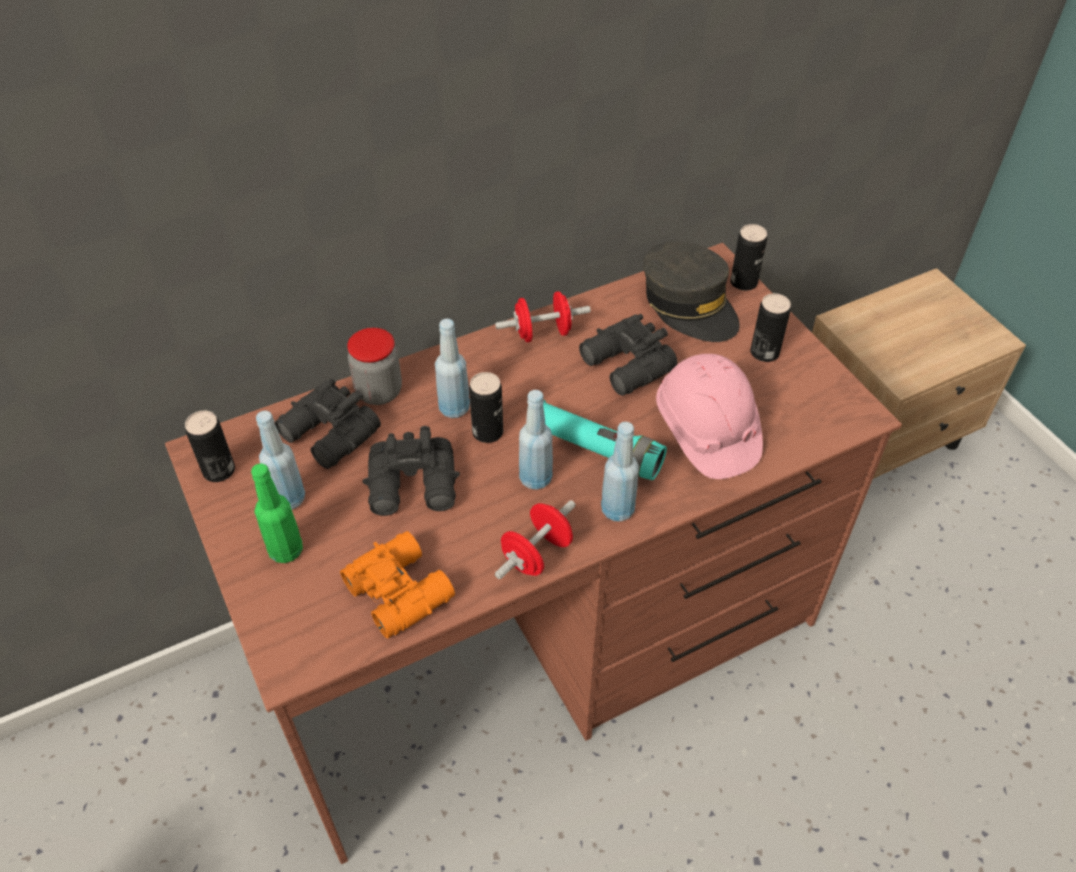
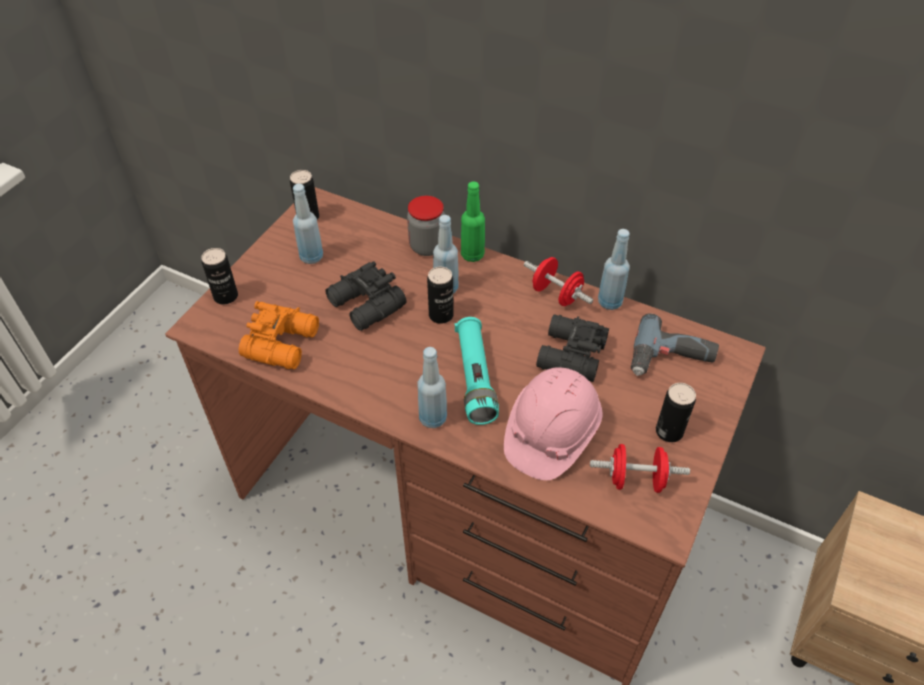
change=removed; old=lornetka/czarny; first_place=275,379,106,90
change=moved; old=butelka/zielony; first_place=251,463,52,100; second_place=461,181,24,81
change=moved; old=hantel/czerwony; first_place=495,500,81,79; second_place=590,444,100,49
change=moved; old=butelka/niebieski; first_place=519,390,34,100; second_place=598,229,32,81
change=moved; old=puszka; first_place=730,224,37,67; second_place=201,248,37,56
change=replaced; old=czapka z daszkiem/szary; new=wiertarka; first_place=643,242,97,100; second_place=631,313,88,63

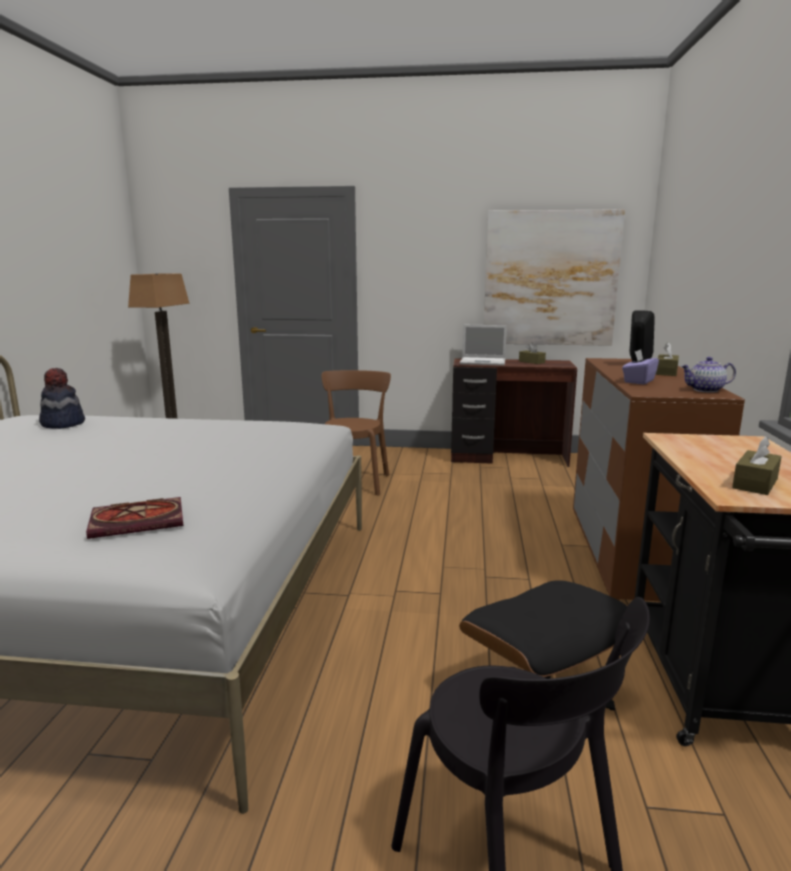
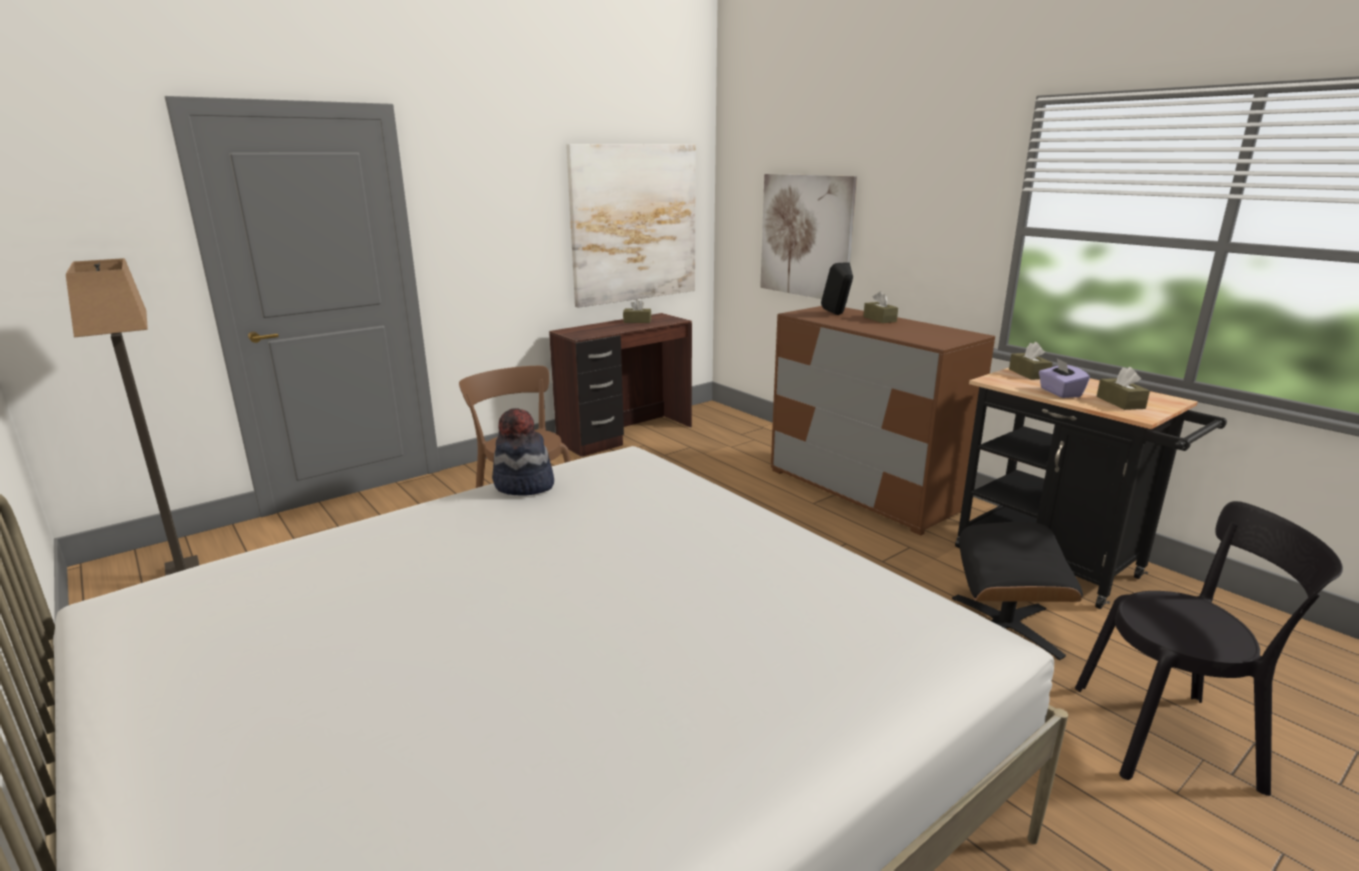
change=removed; old=książka; first_place=86,497,97,42
change=removed; old=laptop; first_place=460,325,47,41
change=removed; old=imbryk; first_place=681,357,55,36
change=added; new=obraz; second_place=760,174,97,129
change=added; new=pudełko chusteczek/brązowy; second_place=1009,342,43,38
change=moved; old=kapelusz; first_place=39,368,46,61; second_place=492,408,62,88
change=moved; old=pudełko chusteczek/fioletowy; first_place=622,349,37,36; second_place=1039,358,51,40

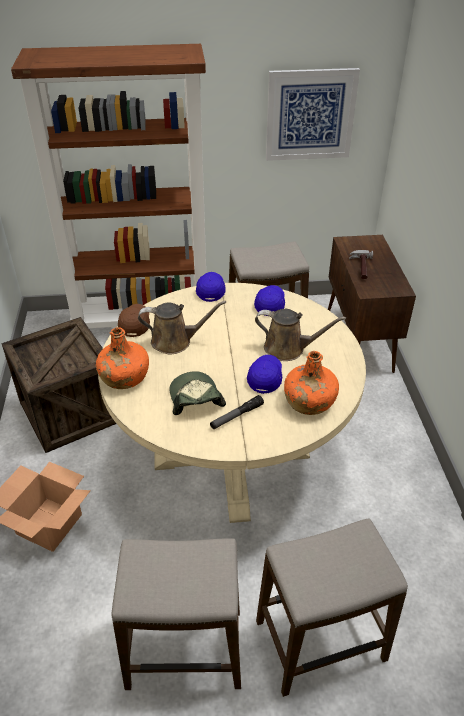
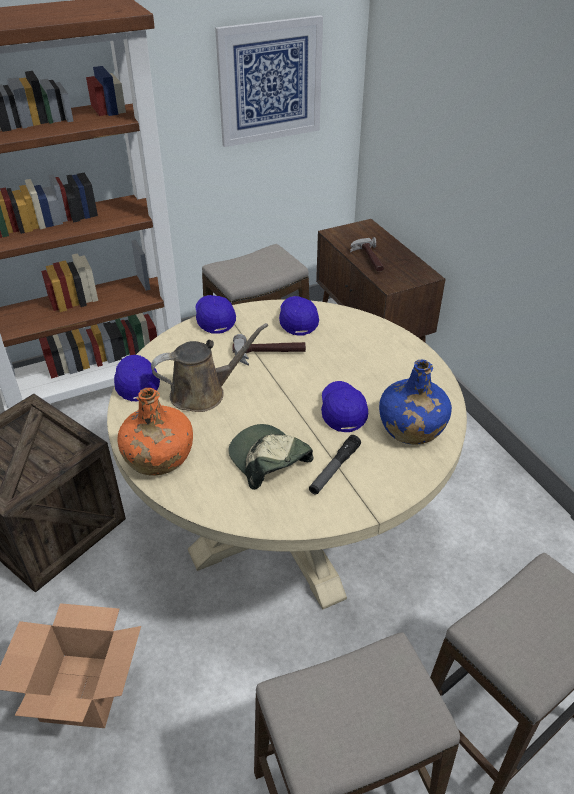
change=removed; old=konewka/brązowy; first_place=255,309,91,52
change=added; new=młotek; second_place=232,334,74,32
change=recoloured; old=czapka z daszkiem/brązowy; new=czapka z daszkiem/niebieski; first_place=118,304,32,33; second_place=114,355,46,47
change=recoloured; old=butelka/pomarańczowy; new=butelka/niebieski; first_place=284,351,55,64; second_place=379,360,73,85

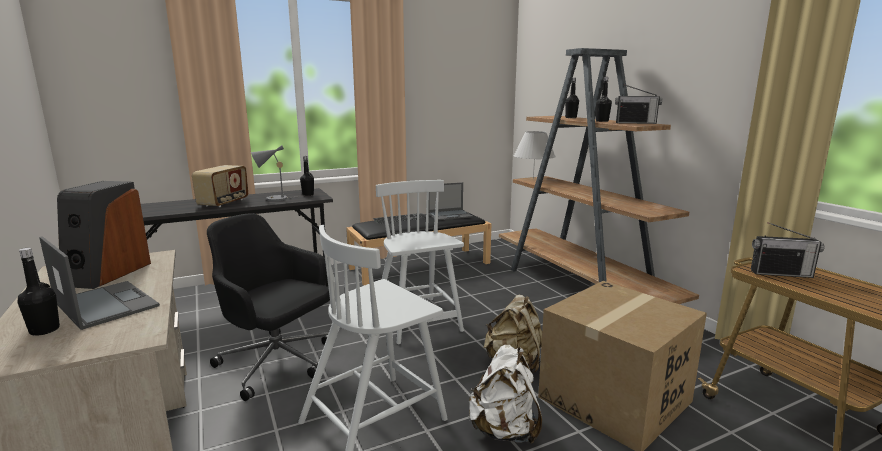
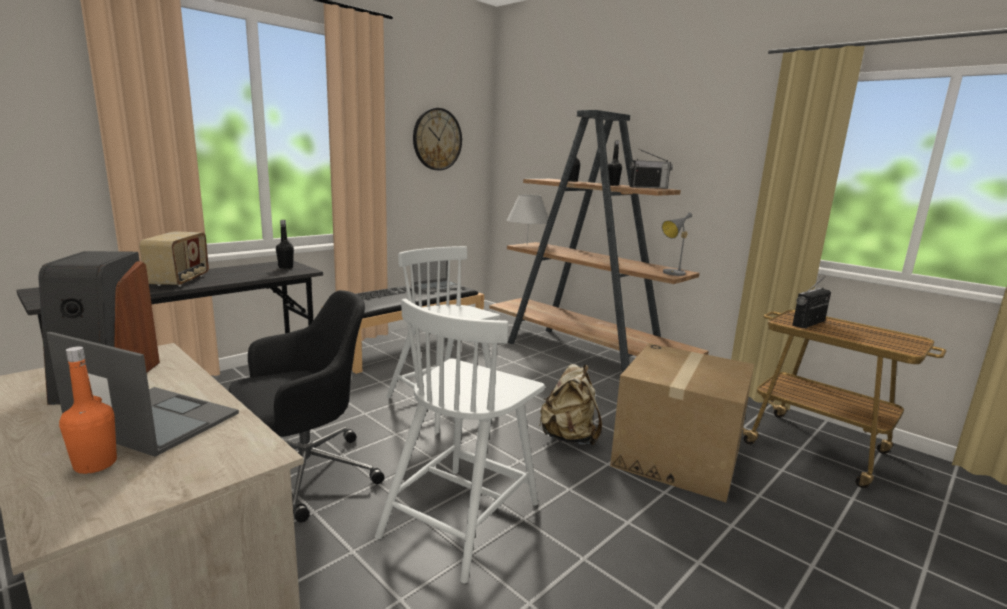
change=removed; old=plecak/biały; first_place=468,344,74,100
change=added; new=zegar ścienny; second_place=413,108,49,62
change=moved; old=lampa stołowa/szary; first_place=251,145,41,56; second_place=662,213,30,63
change=recoloured; old=butelka/czarny; new=butelka/pomarańczowy; first_place=18,248,42,88; second_place=59,346,58,128
change=turned; old=krzesło biurowe/czarny; first_place=207,213,123,188; second_place=229,290,155,233; degrees=135
change=turned; old=radio; first_place=751,222,73,56; second_place=792,276,39,52; degrees=150

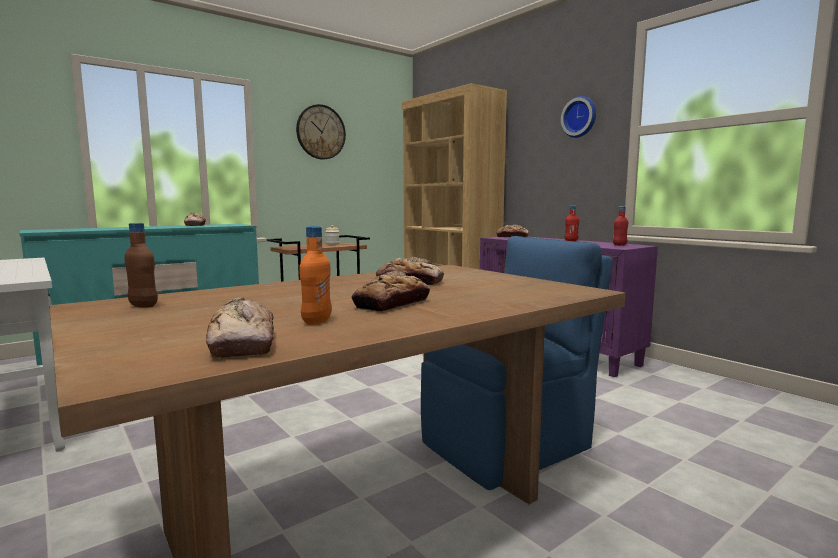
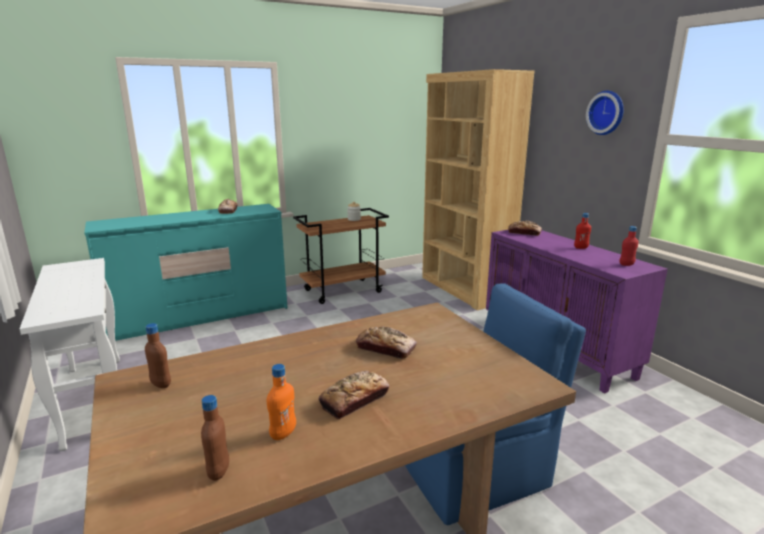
change=removed; old=zegar ścienny; first_place=296,104,50,55
change=replaced; old=chleb; new=butelka/brązowy; first_place=206,297,68,61; second_place=201,395,28,86

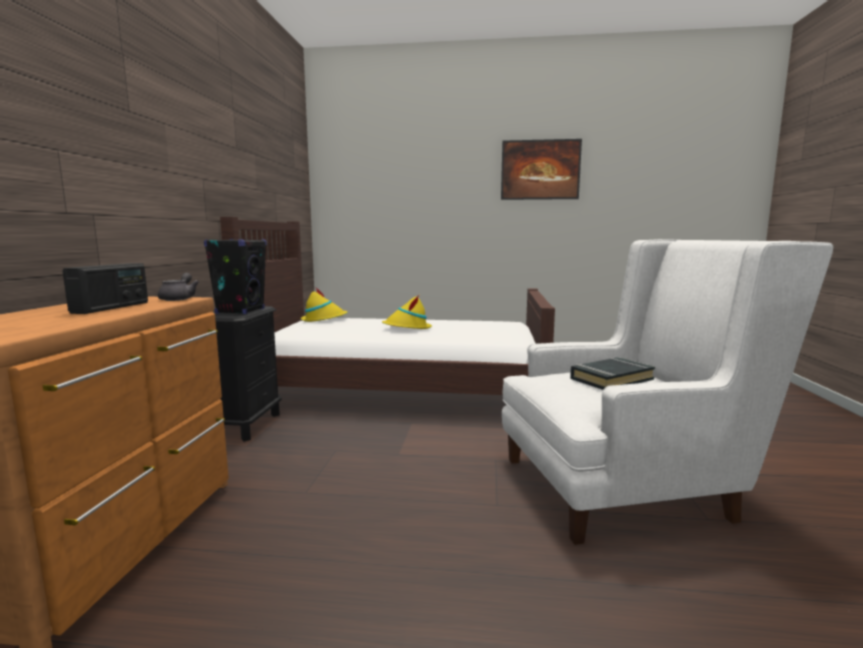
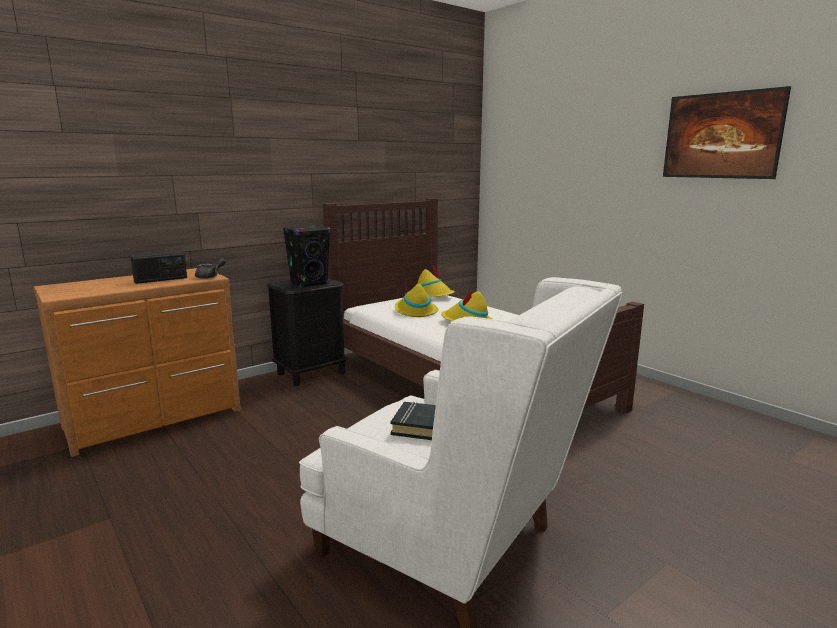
change=added; new=kapelusz/żółty; second_place=395,282,44,35

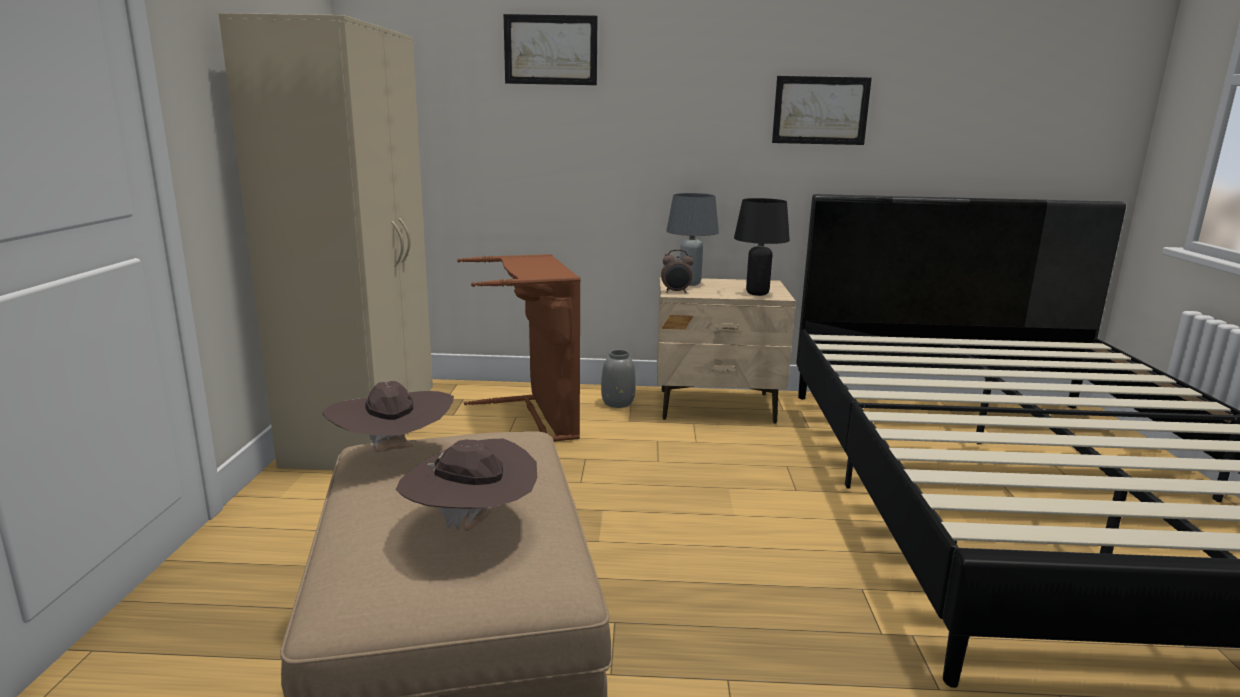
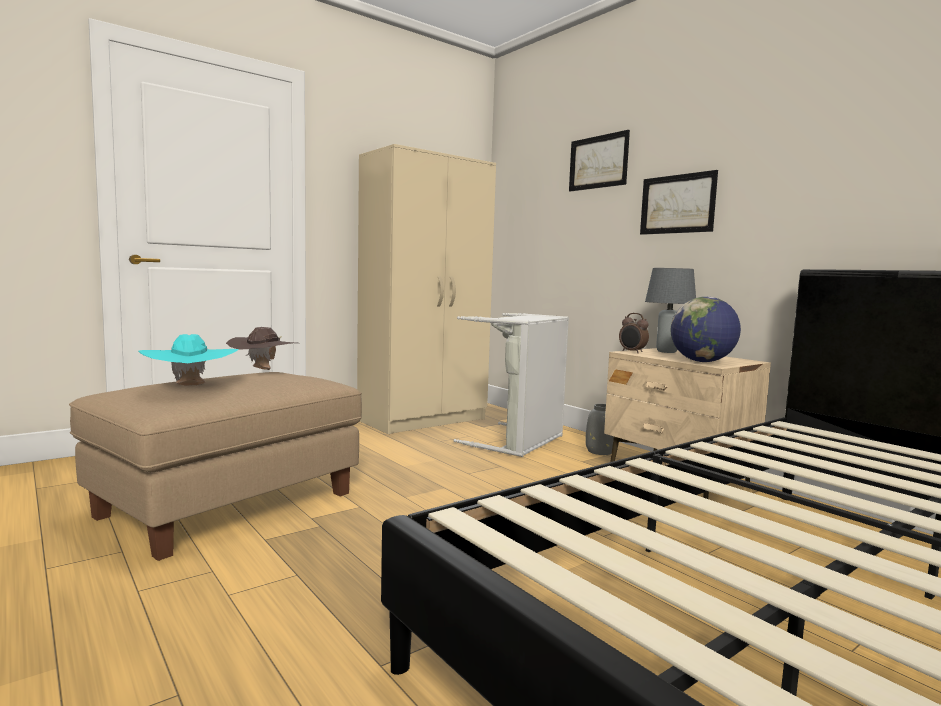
change=moved; old=obraz; first_place=772,76,100,69; second_place=640,170,78,65
change=replaced; old=lampa stołowa/czarny; new=globus; first_place=734,198,56,98; second_place=670,297,71,65
change=recoloured; old=kapelusz/brązowy; new=kapelusz/turkusowy; first_place=395,439,142,92; second_place=138,334,101,52
change=recoloured; old=kosz na pranie/brązowy; new=kosz na pranie/szary; first_place=457,254,124,188; second_place=453,313,116,144

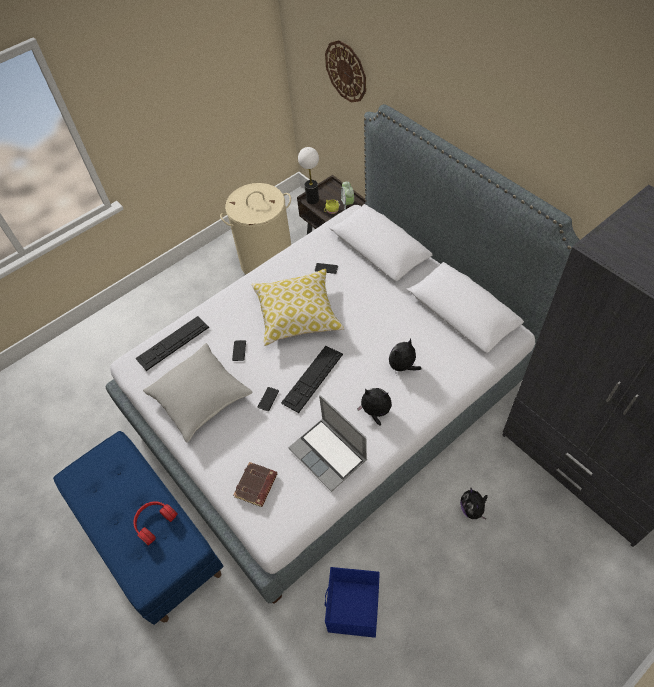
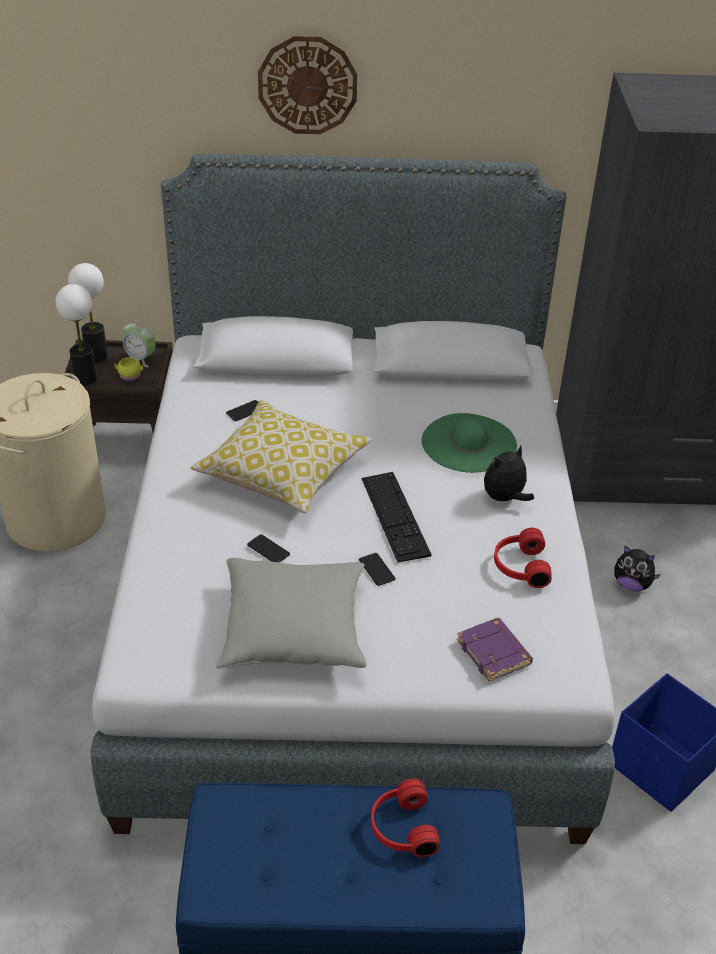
change=removed; old=klawiatura; first_place=135,316,74,55
change=added; new=lampa stołowa; second_place=68,263,40,100
change=moved; old=zegar ścienny; first_place=325,40,41,62; second_place=258,36,99,98
change=replaced; old=laptop; new=słuchawki/czerwony; first_place=288,395,79,97; second_place=494,528,58,60
change=replaced; old=pluszak; new=kapelusz/zielony; first_place=389,338,33,33; second_place=422,413,95,60
change=recoloured; old=książka/brązowy; new=książka/fioletowy; first_place=233,462,44,45; second_place=457,618,76,64

